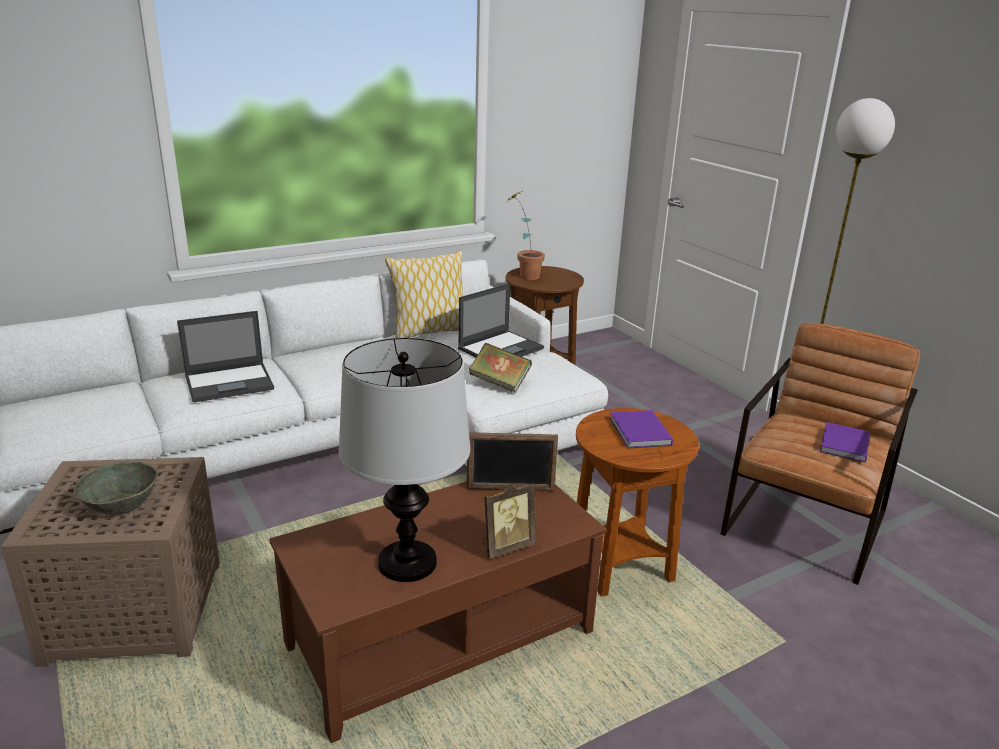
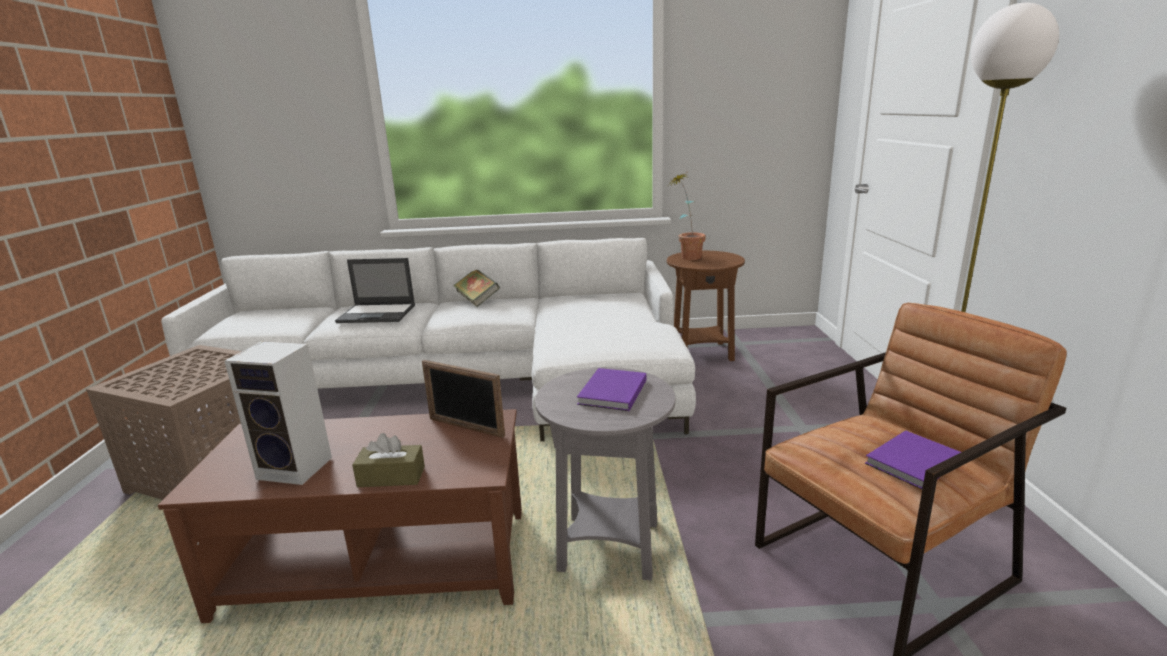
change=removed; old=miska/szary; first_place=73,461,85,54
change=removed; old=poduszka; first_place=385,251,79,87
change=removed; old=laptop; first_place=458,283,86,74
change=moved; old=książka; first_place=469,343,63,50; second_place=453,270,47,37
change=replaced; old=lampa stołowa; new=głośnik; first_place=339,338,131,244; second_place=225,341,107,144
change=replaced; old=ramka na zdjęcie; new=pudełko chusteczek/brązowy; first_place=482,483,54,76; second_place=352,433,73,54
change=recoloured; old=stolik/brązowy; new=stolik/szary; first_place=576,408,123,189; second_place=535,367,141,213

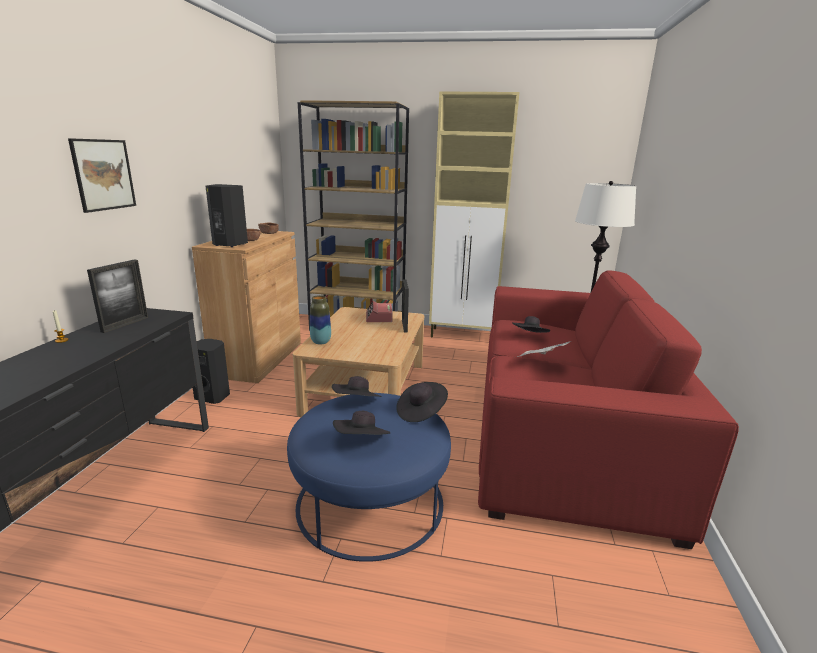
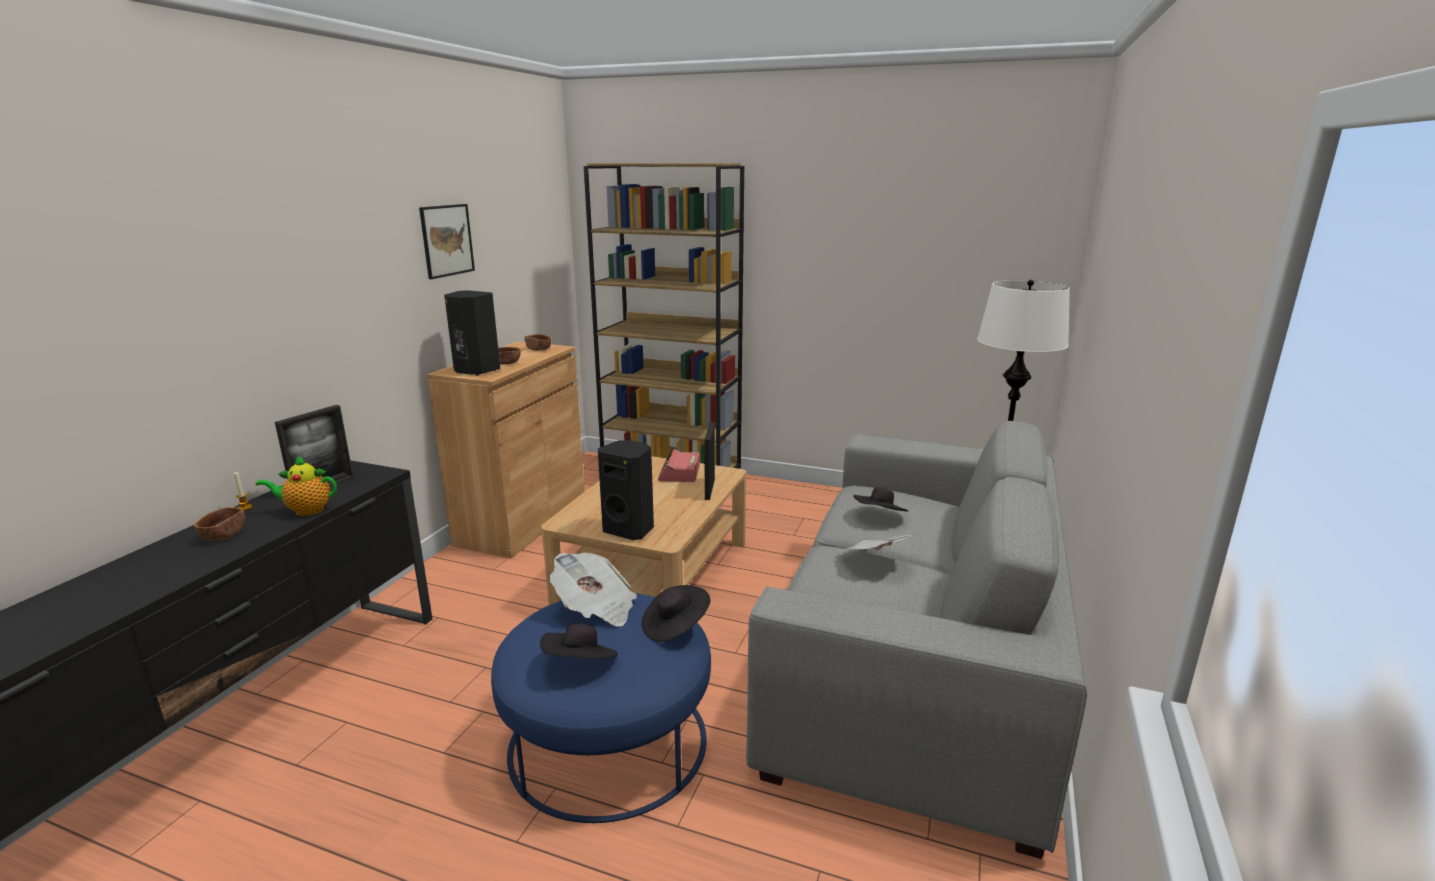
change=removed; old=wazon; first_place=310,295,21,49
change=removed; old=szafka/beżowy; first_place=429,91,91,246
change=added; new=miska/brązowy; second_place=194,507,51,34
change=added; new=imbryk; second_place=256,456,81,60
change=moved; old=obraz; first_place=68,138,68,75; second_place=419,204,56,75
change=moved; old=głośnik/czarny; first_place=193,339,37,65; second_place=598,440,56,100
change=replaced; old=kapelusz/czarny; new=gazeta; first_place=332,376,50,21; second_place=549,553,88,74
change=recoloured; old=kanapa/czerwony; new=kanapa/szary; first_place=478,270,261,279; second_place=746,421,341,438

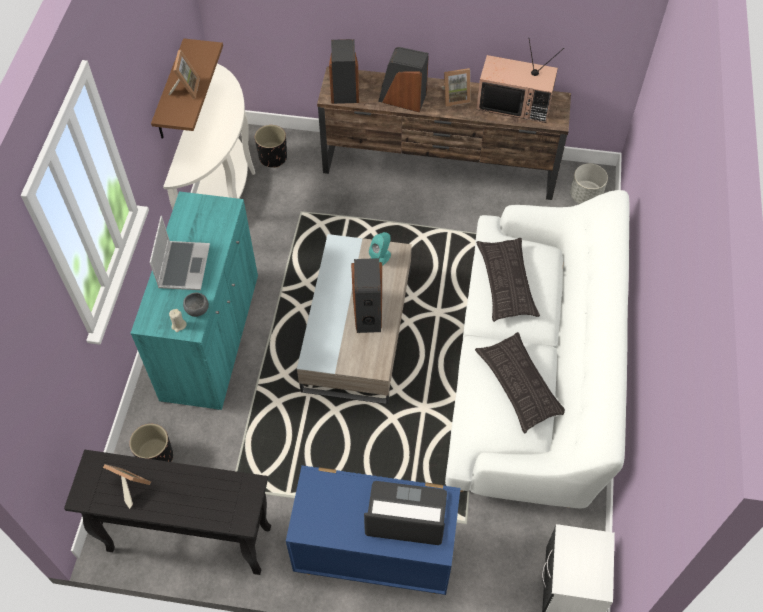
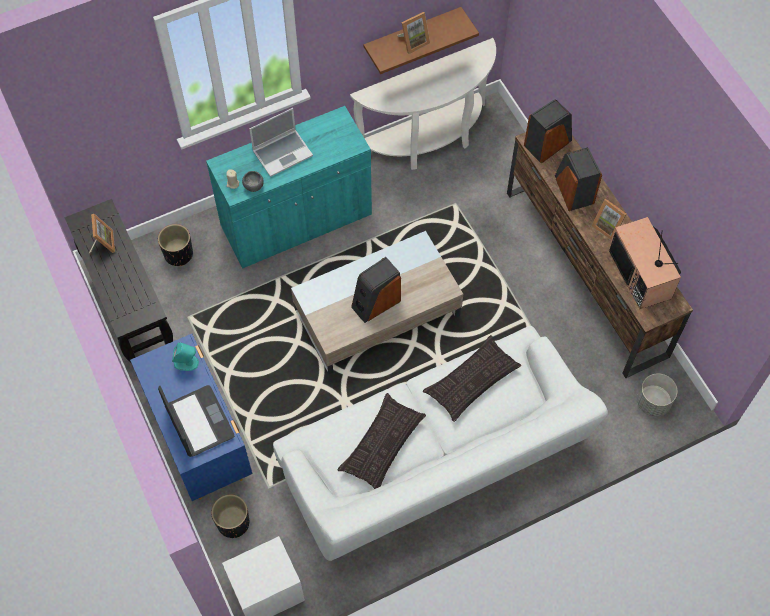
change=moved; old=donica/czarny; first_place=255,125,32,43; second_place=211,495,38,43
change=moved; old=głośnik/turkusowy; first_place=369,232,22,34; second_place=172,342,27,29

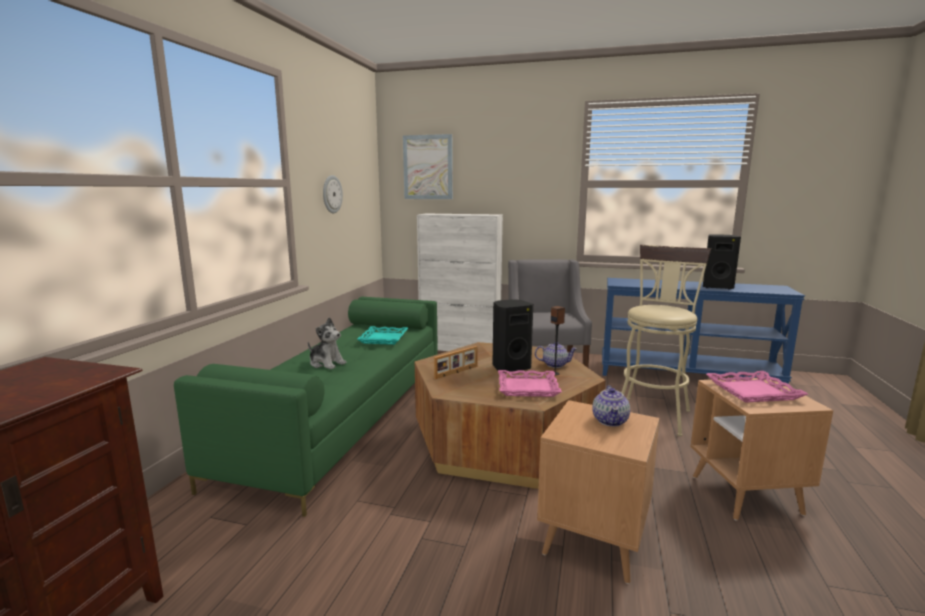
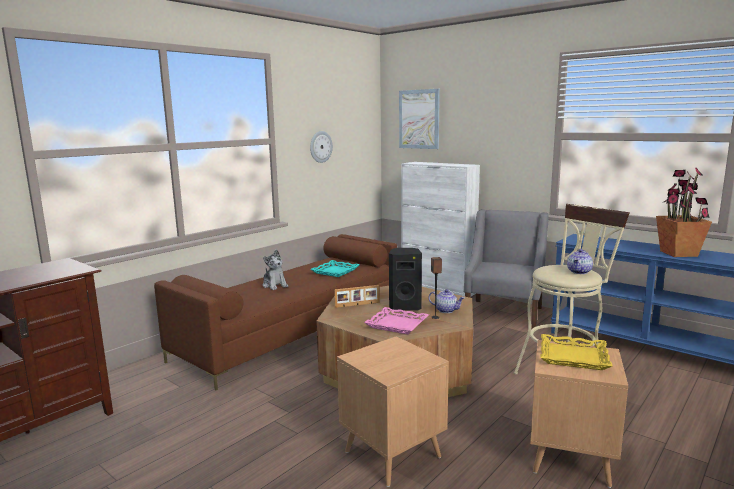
change=moved; old=imbryk; first_place=592,385,38,42; second_place=567,249,26,25
change=replaced; old=głośnik/czarny; new=roślina doniczkowa; first_place=703,234,38,56; second_place=656,168,56,89
change=recoloured; old=kanapa/zielony; new=kanapa/brązowy; first_place=174,297,264,220; second_place=154,234,243,156
change=recoloured; old=taca/różowy; new=taca/żółty; first_place=706,371,102,32; second_place=540,334,73,36

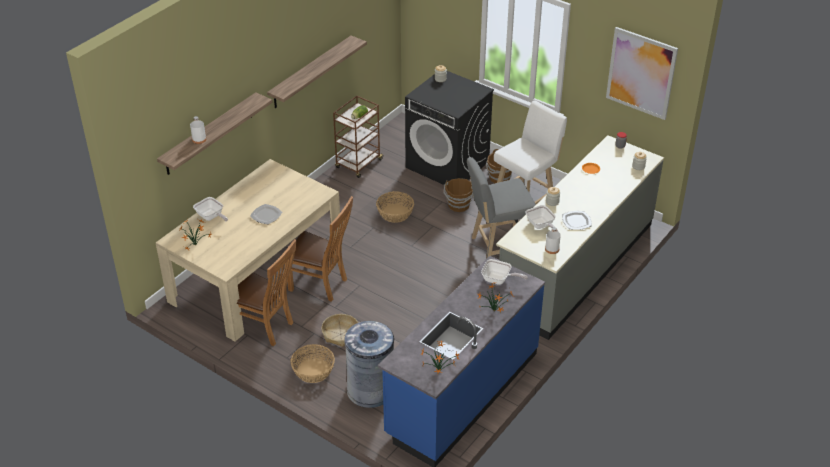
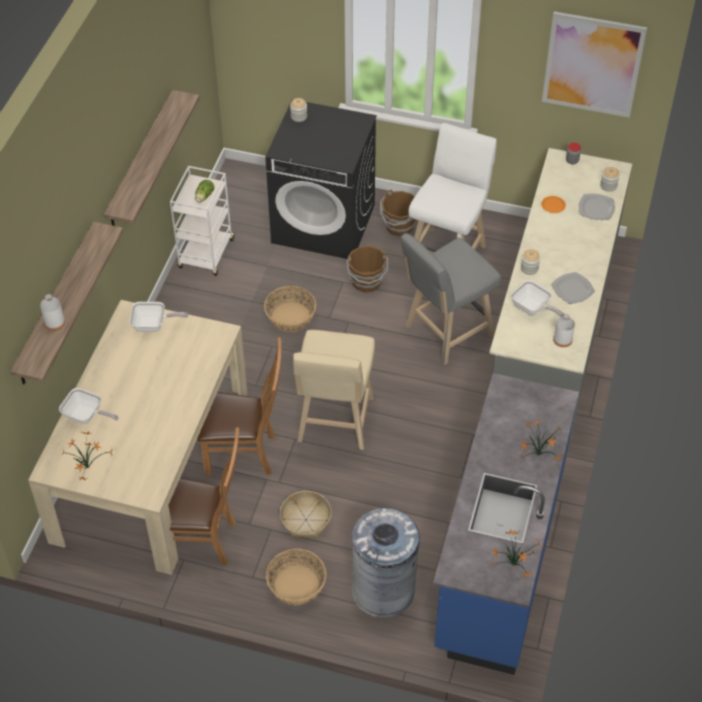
change=added; new=stołek/beżowy; second_place=293,330,82,120
change=moved; old=talerz; first_place=250,204,32,20; second_place=578,194,37,26
change=moved; old=patelnia; first_place=481,259,47,26; second_place=130,302,58,30
change=recoloured; old=wózek/brązowy; new=wózek/biały; first_place=333,96,51,82; second_place=170,166,65,110

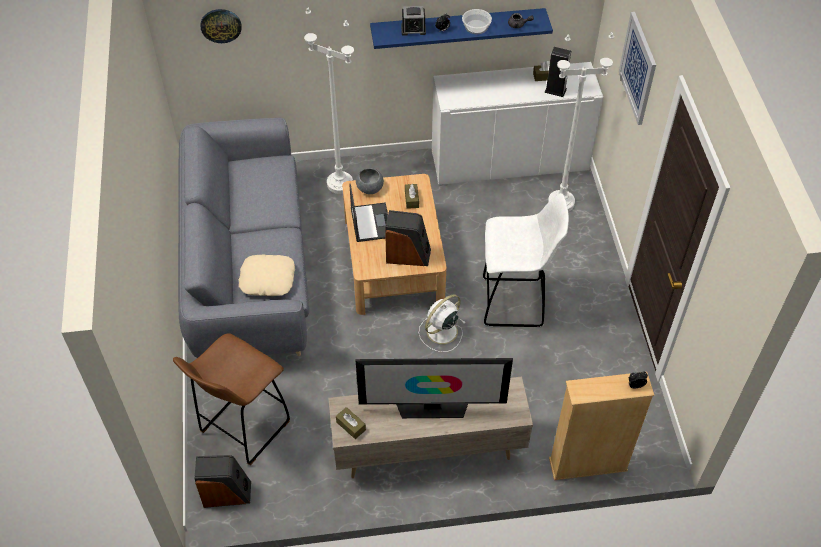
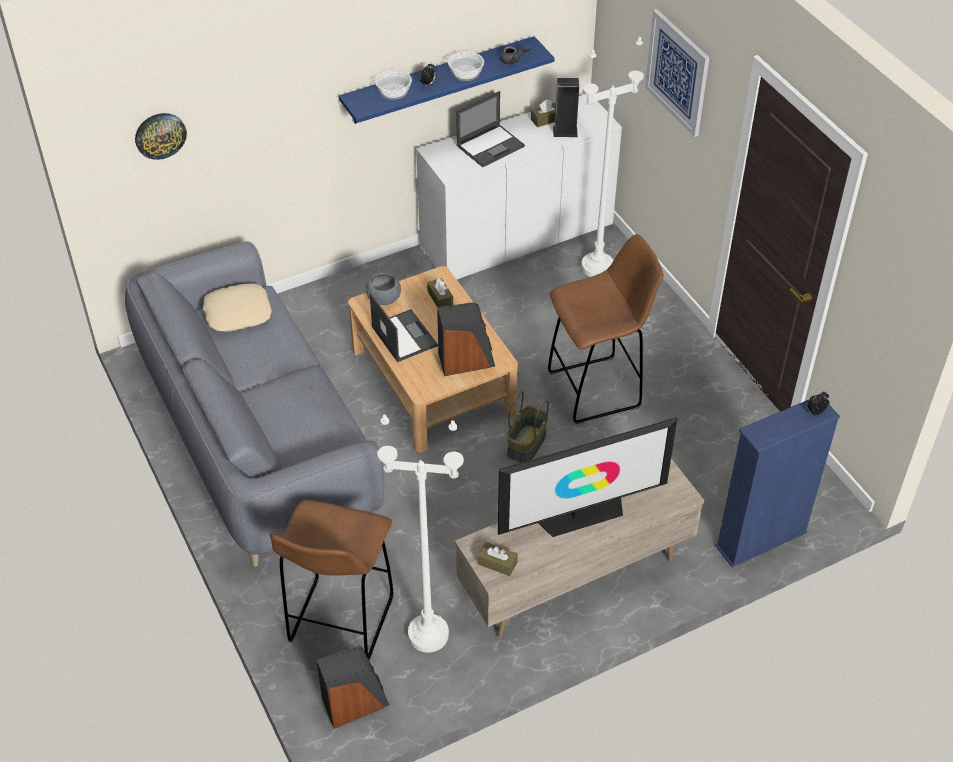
change=added; new=laptop; second_place=456,91,69,76
change=moved; old=poduszka/beżowy; first_place=238,254,57,42; second_place=203,283,69,49
change=moved; old=lampa stojąca/biały; first_place=304,7,50,187; second_place=377,415,87,238
change=replaced; old=budzik; new=miska; first_place=401,6,25,30; second_place=375,69,37,31
change=replaced; old=wentylator/biały; new=koszyk; first_place=419,294,46,58; second_place=507,391,42,72
change=recoloured; old=stołek/biały; new=stołek/brązowy; first_place=483,193,86,135; second_place=548,234,115,190
change=recoloured; old=regał/beżowy; new=regał/niebieski; first_place=549,372,105,108; second_place=715,399,125,168

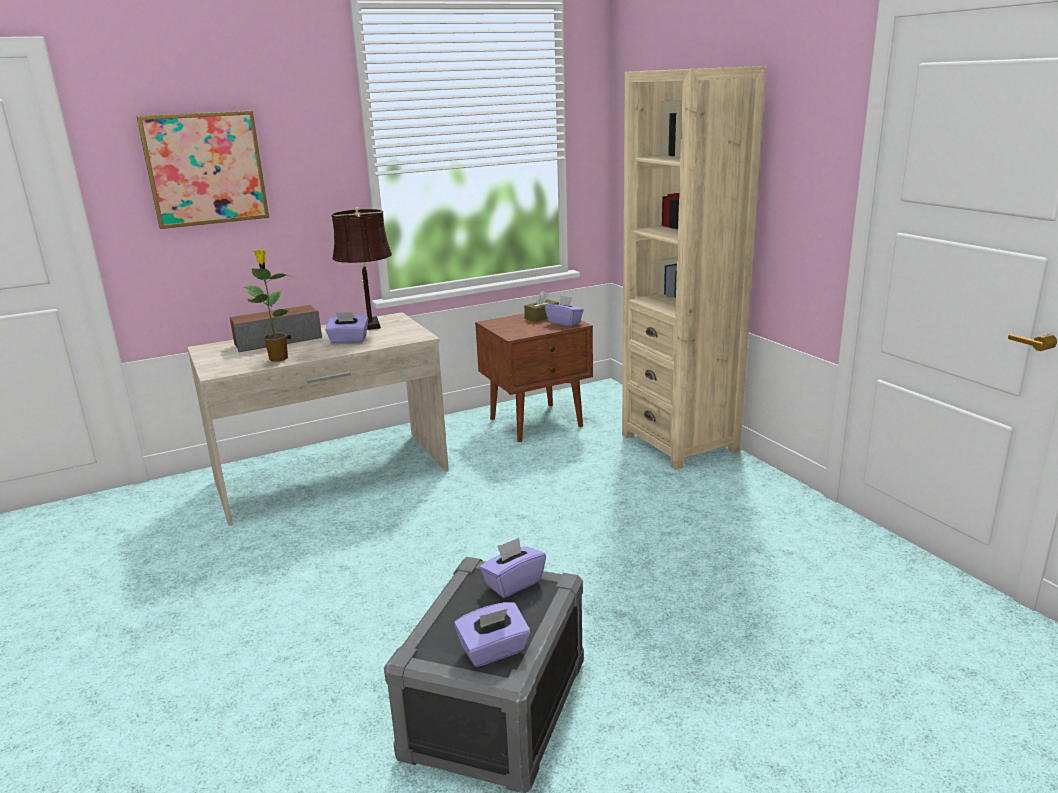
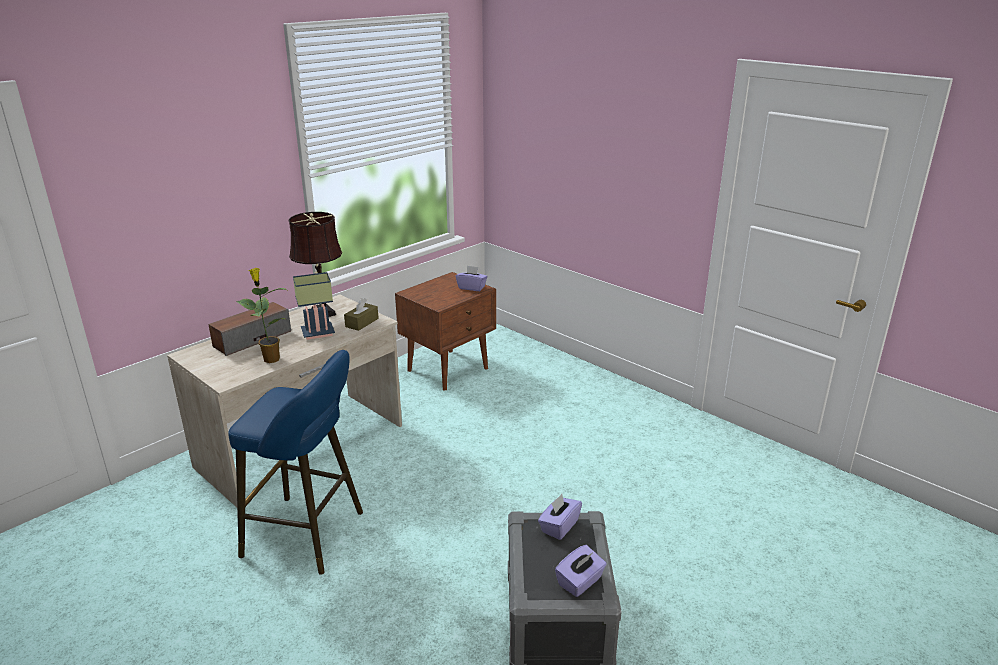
change=removed; old=obraz; first_place=136,110,133,119
change=removed; old=regał/beżowy; first_place=622,66,144,404
change=added; new=stołek/niebieski; second_place=228,350,135,225
change=moved; old=pudełko chusteczek/brązowy; first_place=524,291,35,31; second_place=344,298,35,33
change=replaced; old=pudełko chusteczek/fioletowy; new=lampa stołowa; first_place=325,312,43,32; second_place=293,272,42,68

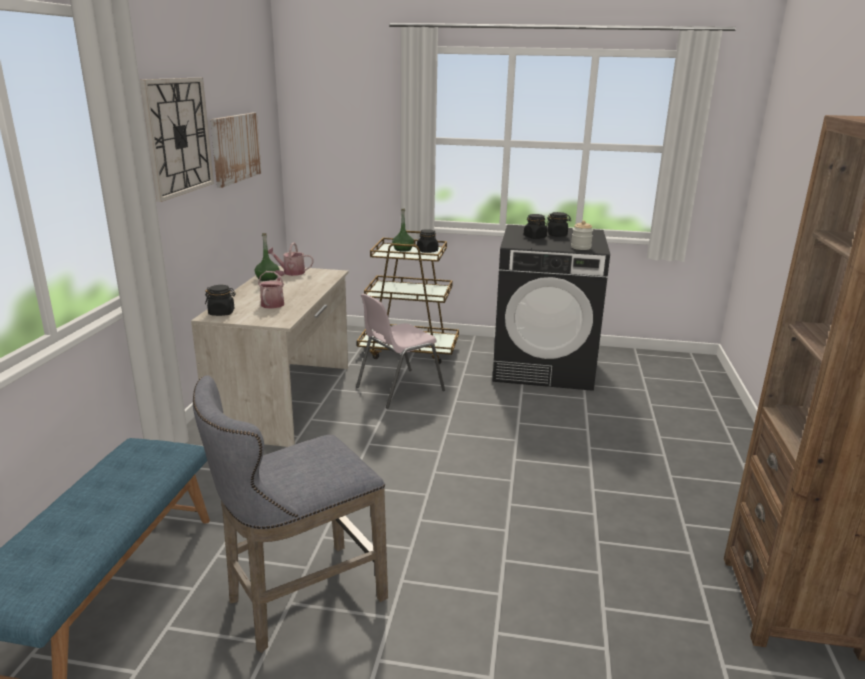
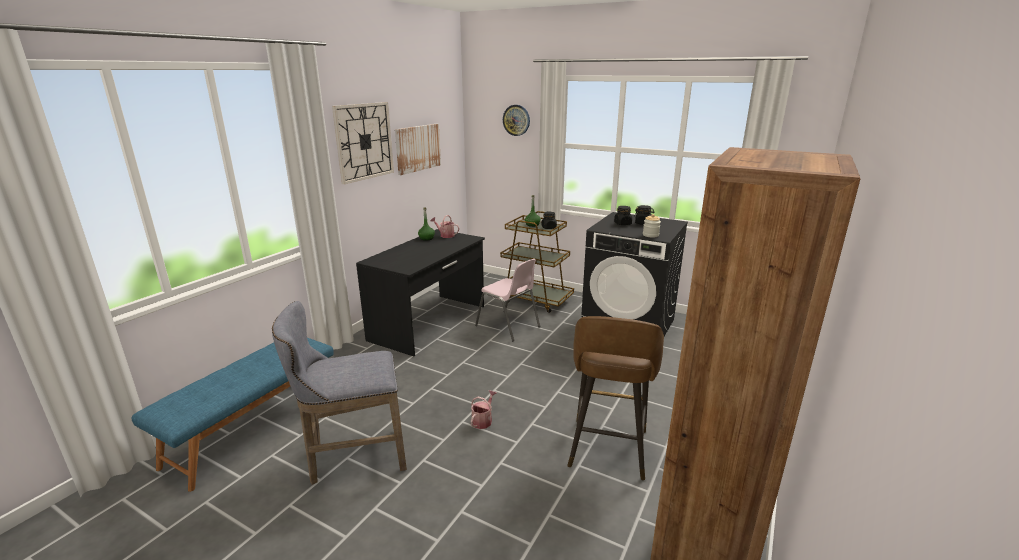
change=removed; old=słoik/czarny; first_place=205,285,31,31
change=added; new=zegar ścienny; second_place=503,105,27,31
change=added; new=stołek/brązowy; second_place=567,316,97,164
change=moved; old=konewka; first_place=258,270,27,39; second_place=471,390,25,39
change=recoloured; old=biurko/beżowy; new=biurko/czarny; first_place=191,266,158,181; second_place=356,229,129,127
change=turned; old=krzesło/różowy; first_place=356,294,89,115; second_place=475,259,65,82; degrees=-120

